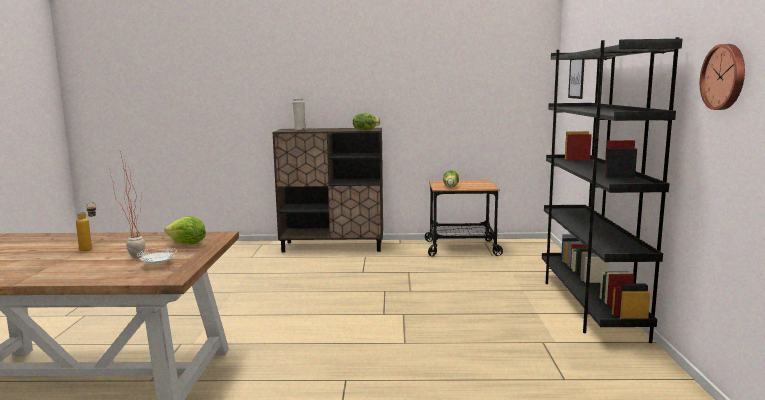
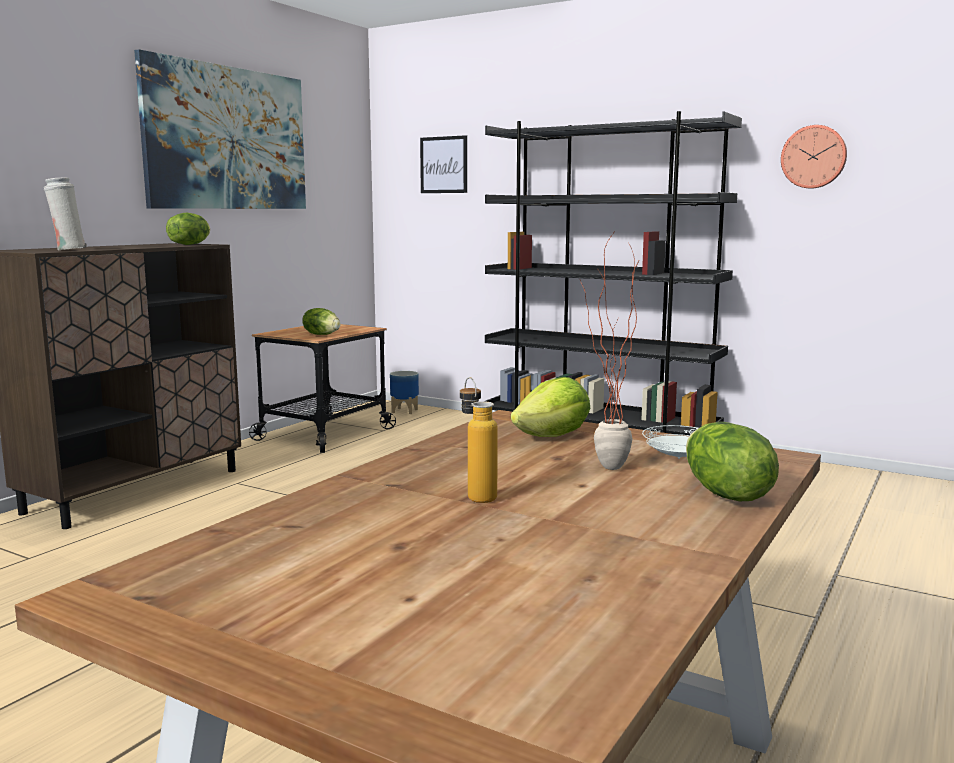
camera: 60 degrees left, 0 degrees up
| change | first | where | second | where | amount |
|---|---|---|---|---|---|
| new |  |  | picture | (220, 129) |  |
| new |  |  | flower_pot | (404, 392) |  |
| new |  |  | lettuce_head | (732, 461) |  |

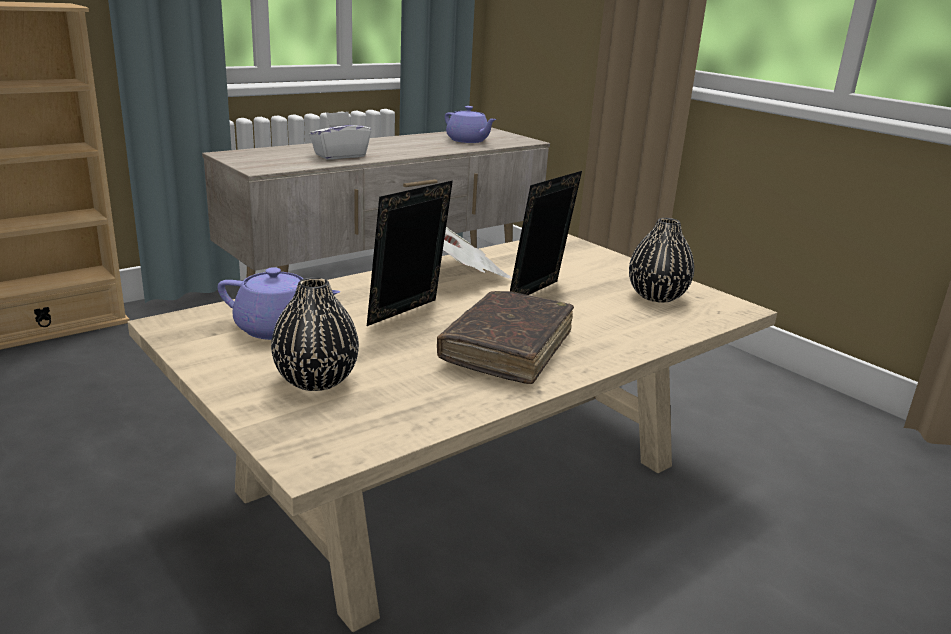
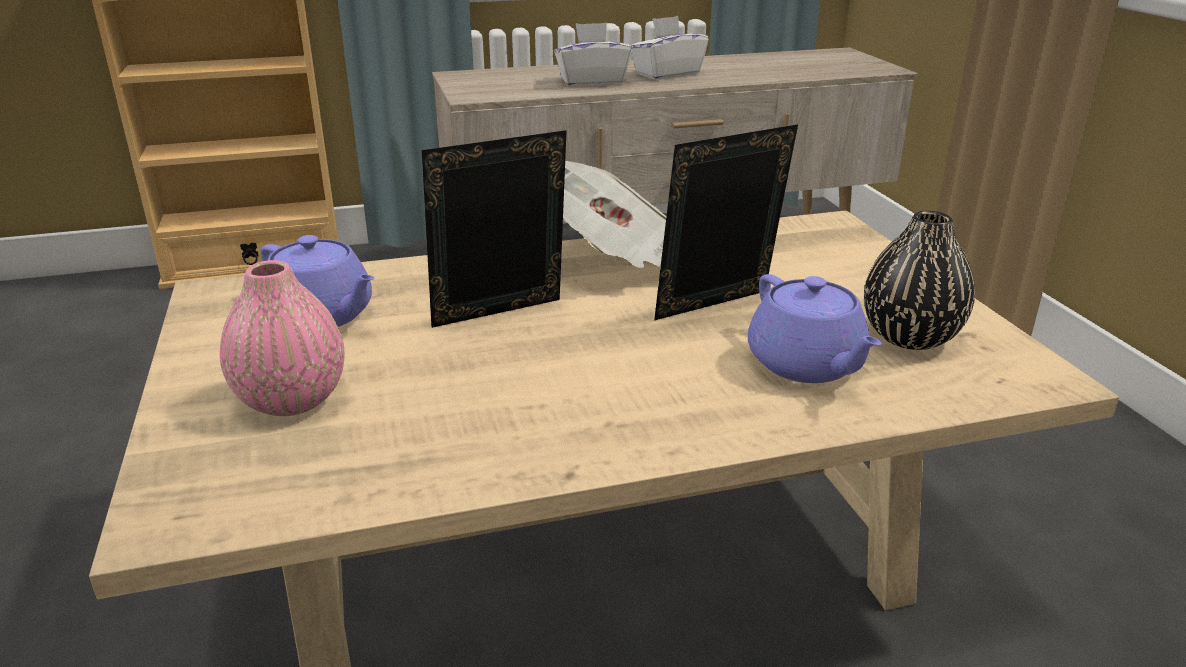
camera: 25 degrees right, 5 degrees up
| change | first | where | second | where | amount |
|---|---|---|---|---|---|
| repainted | blackish_flower_vase | (315, 334) | pink-coloured_flower_vase | (282, 338) |  |
| new |  |  | whitish_tissue_holder | (670, 48) |  |
| shifted | purplish_teapot | (471, 124) |  | (815, 328) |  |
| gone | brown-coloured_book | (505, 337) |  |  |  |

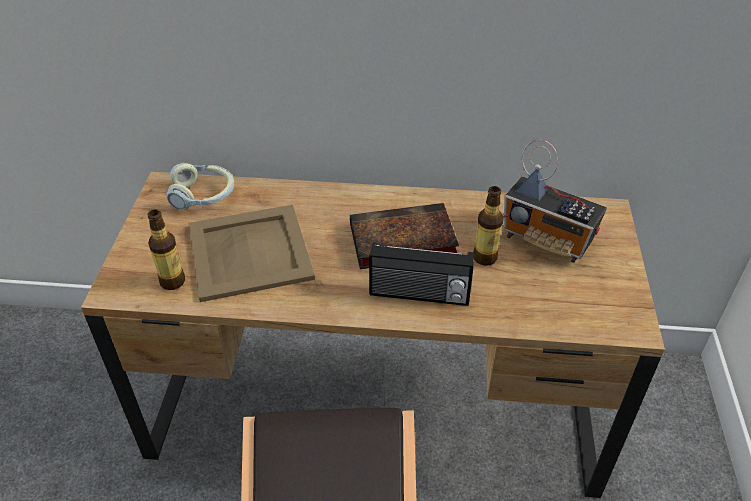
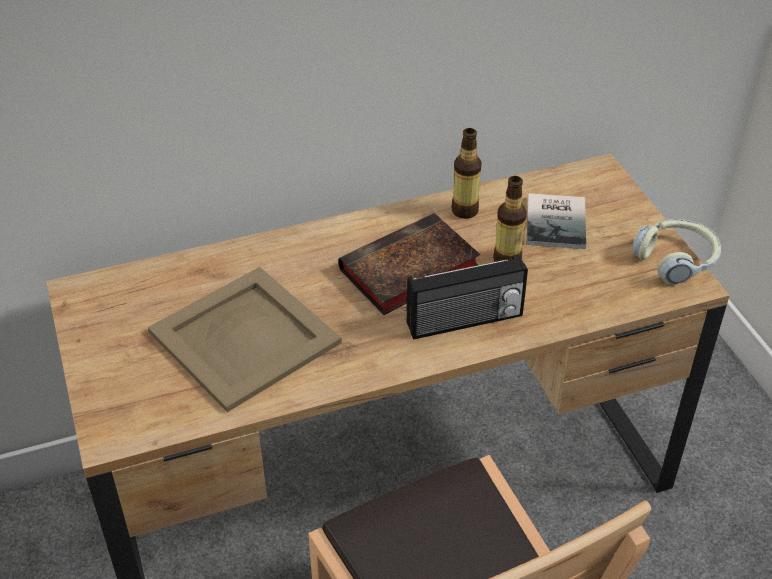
camera: 25 degrees left, 0 degrees up
| change | first | where | second | where | amount |
|---|---|---|---|---|---|
| shifted | drink_bottle | (166, 250) |  | (466, 173) |  |
| swapped | radio_set | (555, 201) | book | (556, 221) |  |
| shifted | pair_of_headphones | (200, 186) |  | (676, 251) |  |

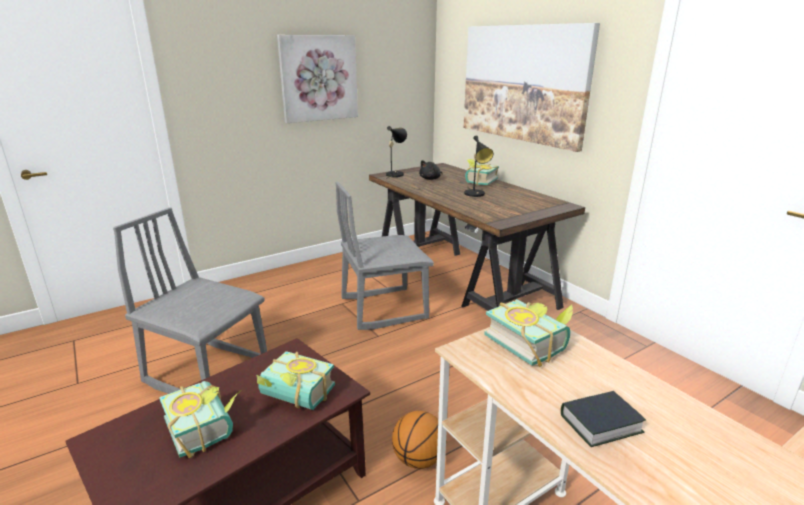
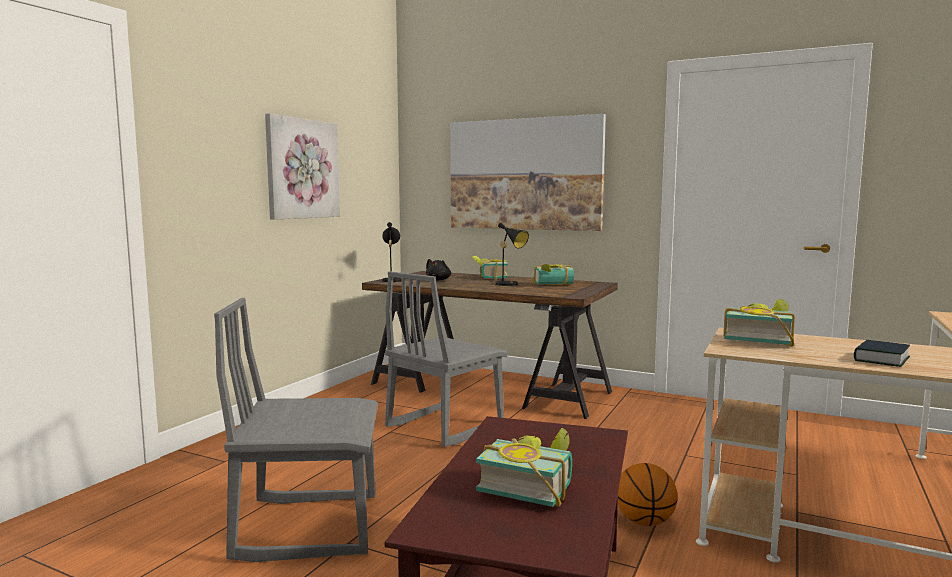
camera: 30 degrees left, 15 degrees down
| change | first | where | second | where | amount |
|---|---|---|---|---|---|
| shifted | book | (295, 380) |  | (553, 274) |  |

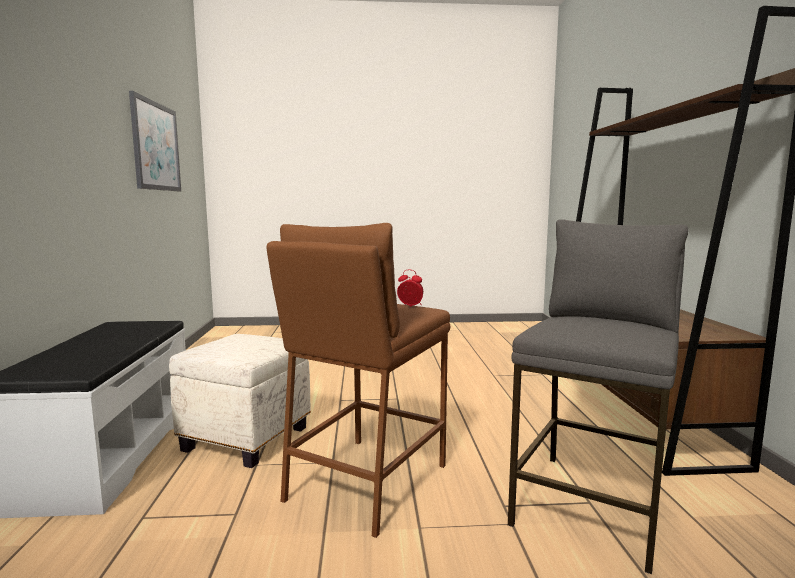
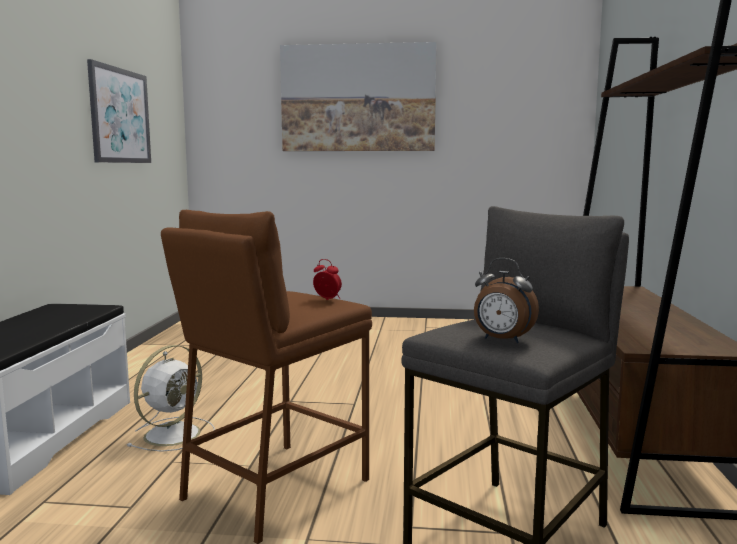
camera: 10 degrees right, 0 degrees up
| change | first | where | second | where | amount |
|---|---|---|---|---|---|
| swapped | whitish_footrest | (240, 401) | whitish_fan | (170, 398) |  |
| new |  |  | picture | (358, 96) |  |
| new |  |  | table_clock | (506, 300) |  |

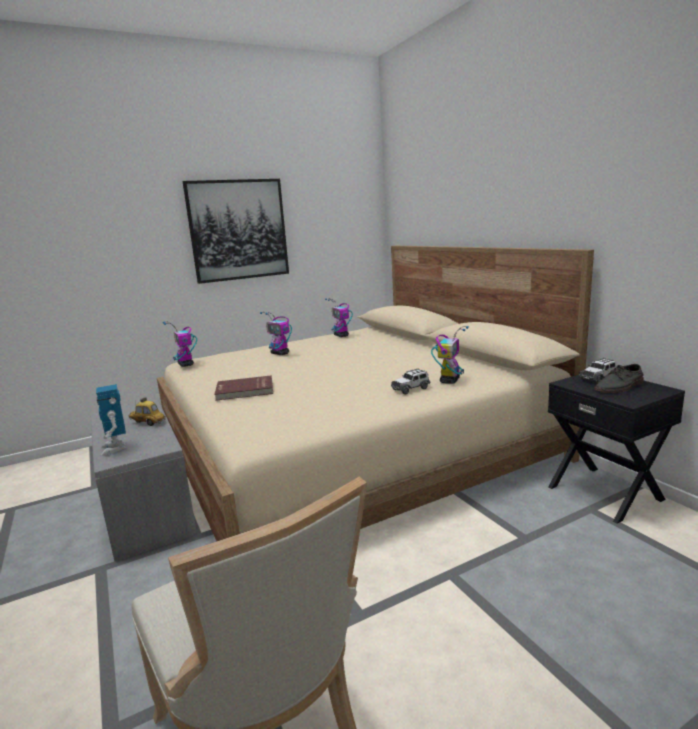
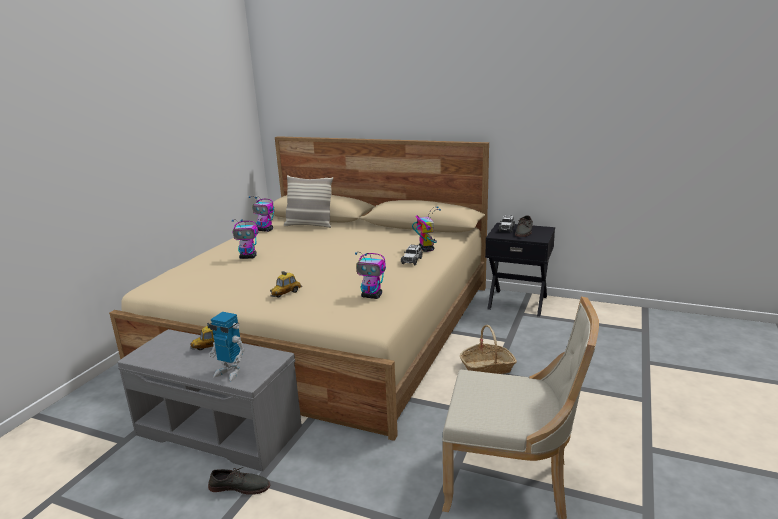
camera: 40 degrees left, 5 degrees up
| change | first | where | second | where | amount |
|---|---|---|---|---|---|
| new |  |  | greyish_low_shoe | (239, 481) |  |
| swapped | red-coloured_book | (243, 388) | model_car | (286, 284) |  |
| new |  |  | cushion | (308, 201) |  |
| shifted | robot_figure | (180, 344) |  | (370, 275) |  |
| new |  |  | storage_basket | (488, 349) |  |
| gone | picture | (236, 231) |  |  |  |

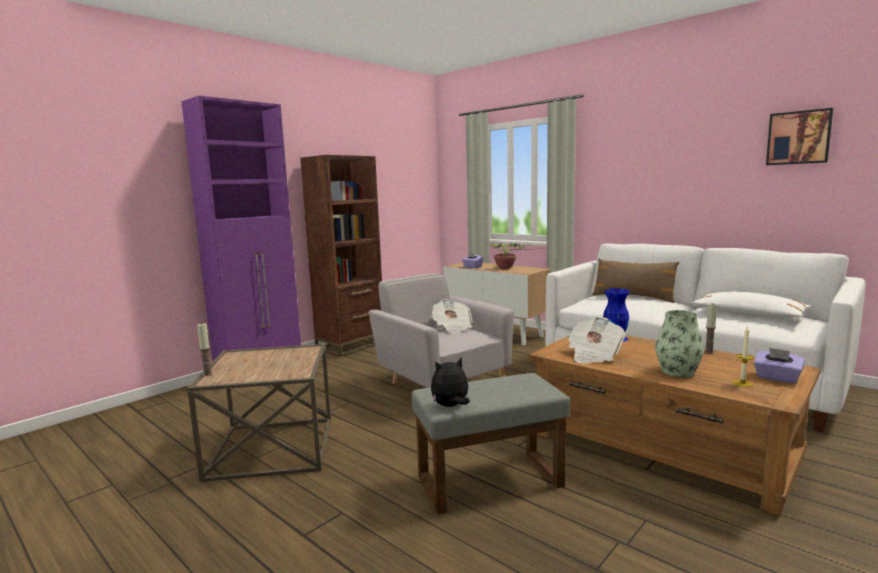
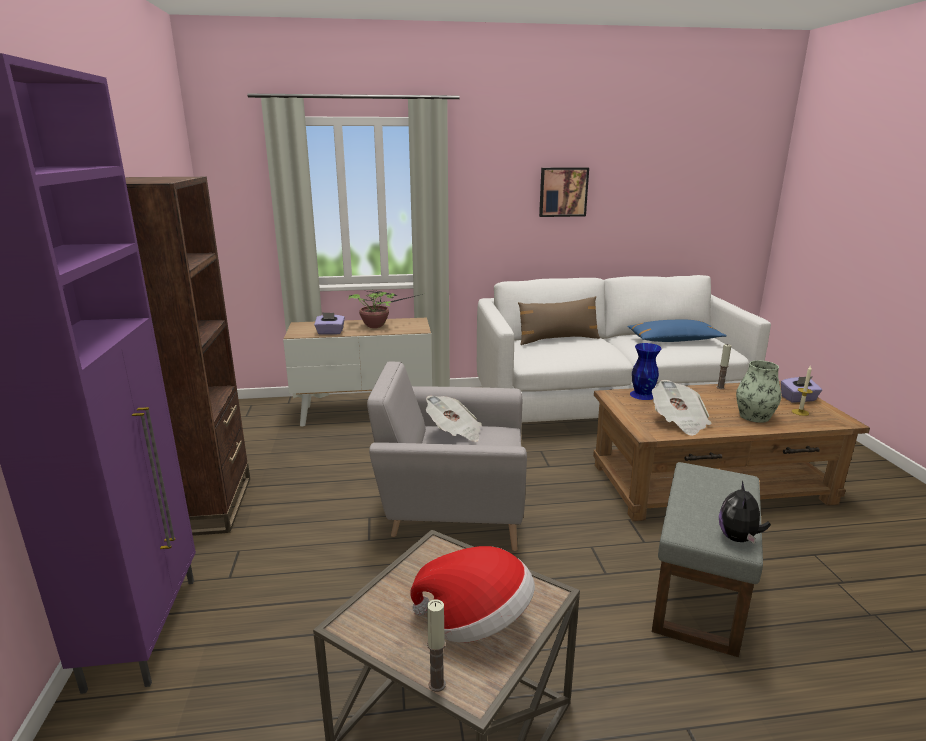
camera: 50 degrees left, 10 degrees up
| change | first | where | second | where | amount |
|---|---|---|---|---|---|
| new |  |  | wearable_hat | (472, 594) |  |
| shifted | picture | (799, 136) |  | (564, 192) |  |
| repainted | whitish_cushion | (751, 304) | blue-coloured_cushion | (677, 330) |  |

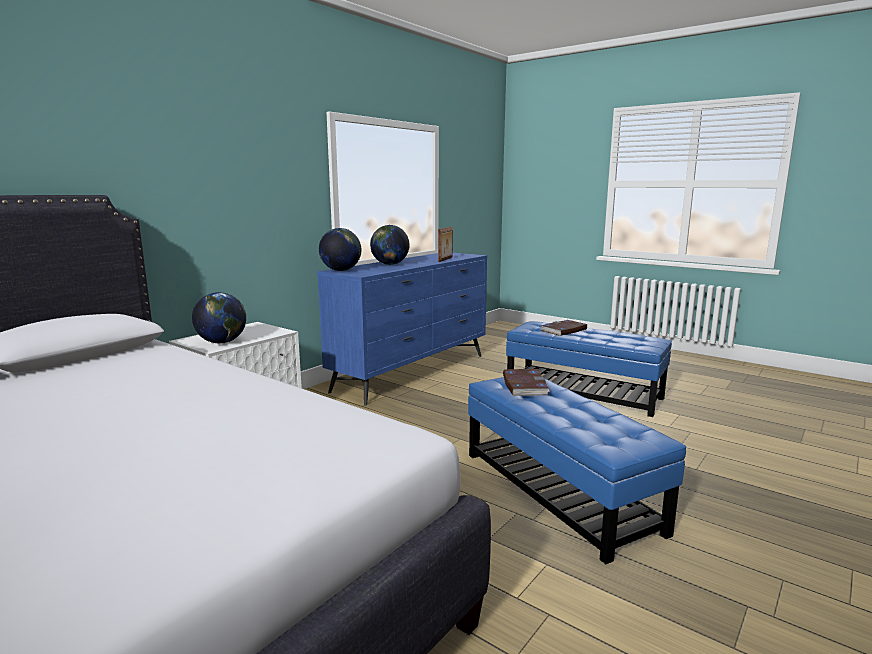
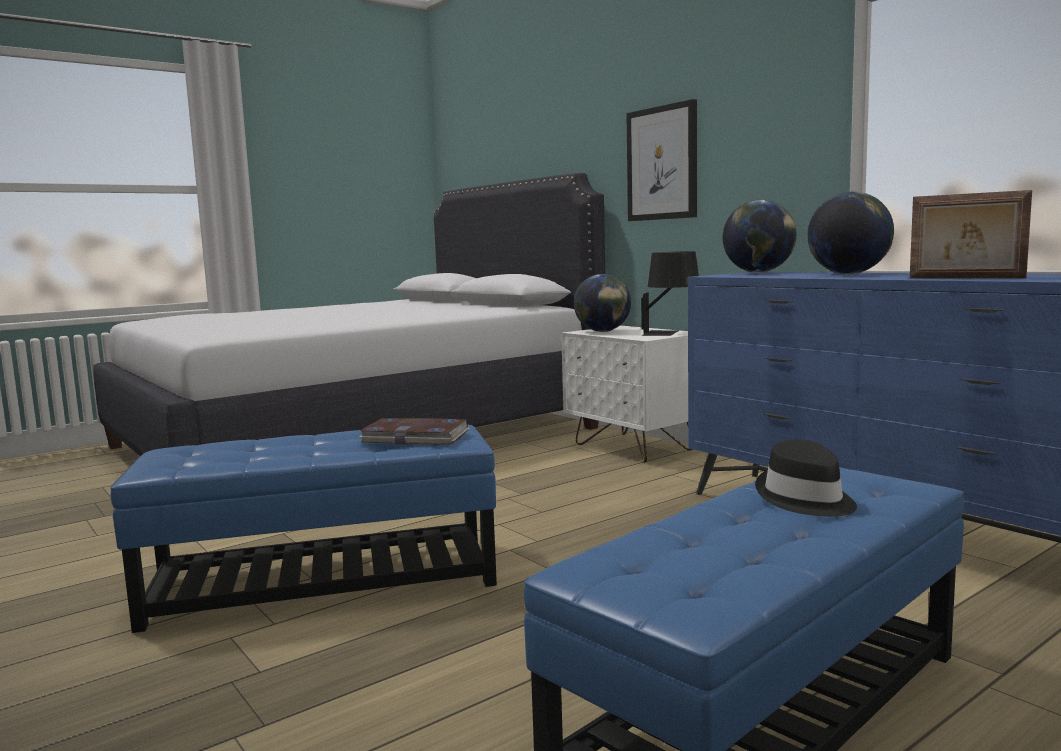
camera: 105 degrees right, 5 degrees down
| change | first | where | second | where | amount |
|---|---|---|---|---|---|
| new |  |  | picture | (661, 160) |  |
| new |  |  | blackish_table_lamp | (670, 293) |  |
| swapped | book | (564, 328) | blackish_wearable_hat | (806, 478) |  |

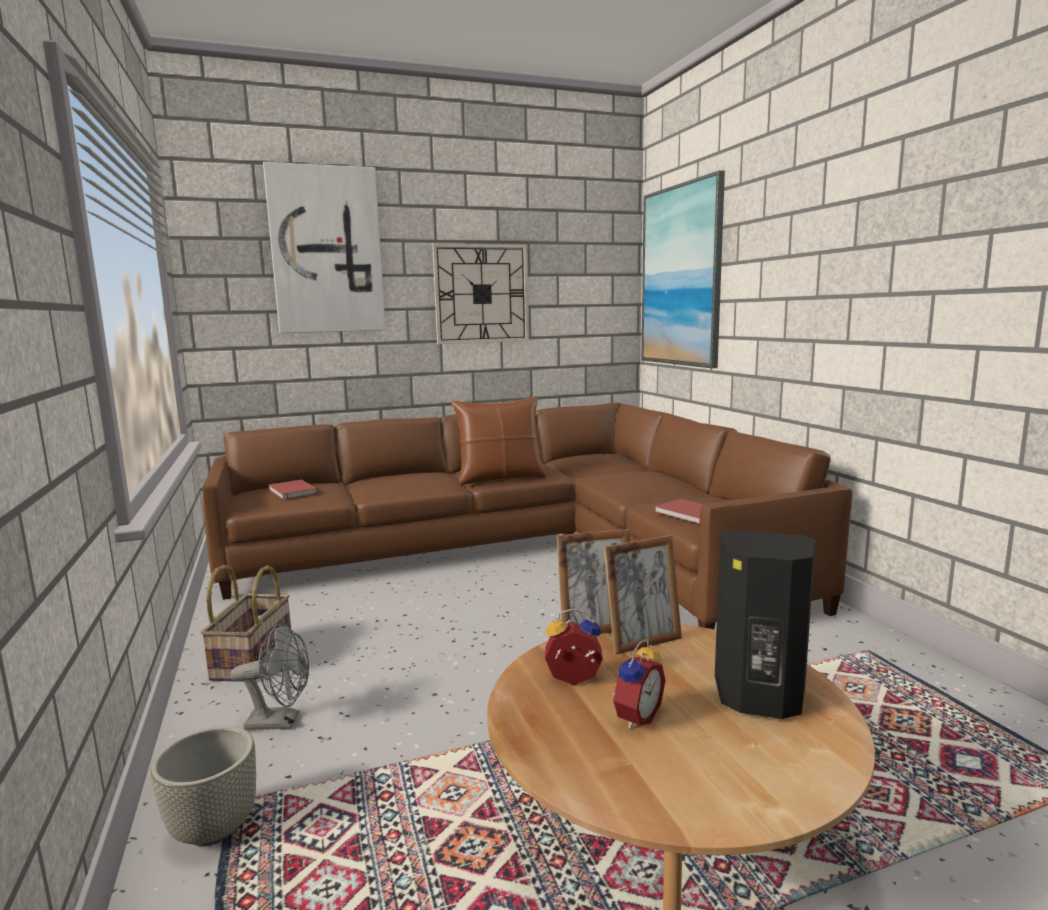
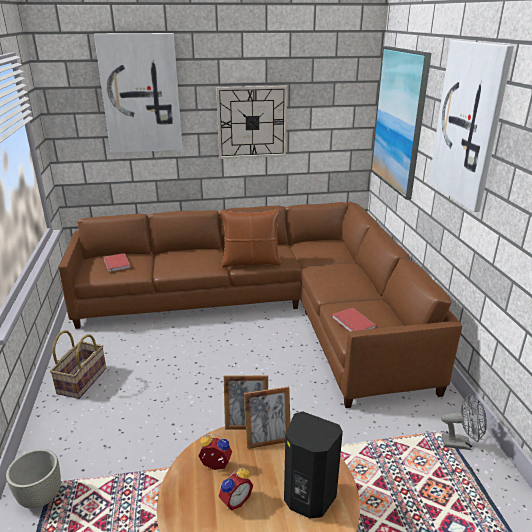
camera: 10 degrees right, 15 degrees up
| change | first | where | second | where | amount |
|---|---|---|---|---|---|
| new |  |  | picture | (471, 126) |  |
| shifted | greyish_fan | (270, 676) |  | (464, 422) |  |

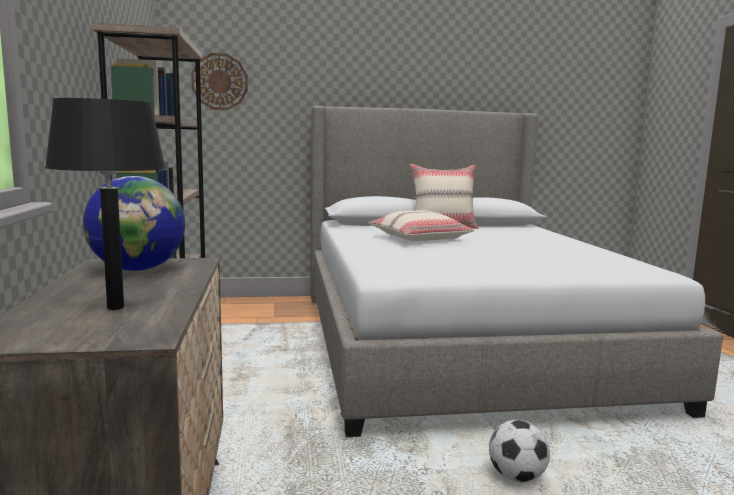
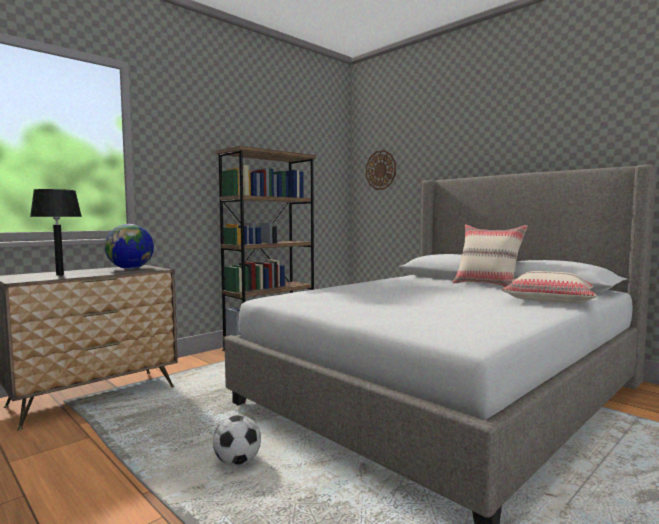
camera: 55 degrees right, 5 degrees down
| change | first | where | second | where | amount |
|---|---|---|---|---|---|
| shifted | sand-coloured_cushion | (421, 225) |  | (549, 287) |  |

